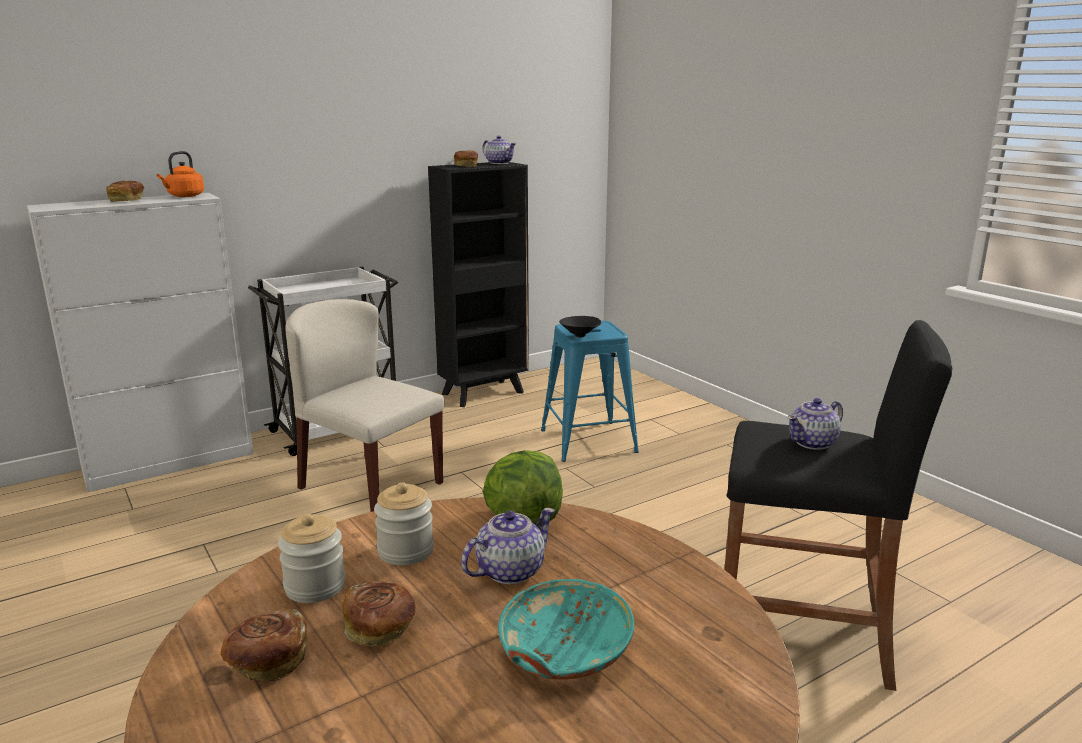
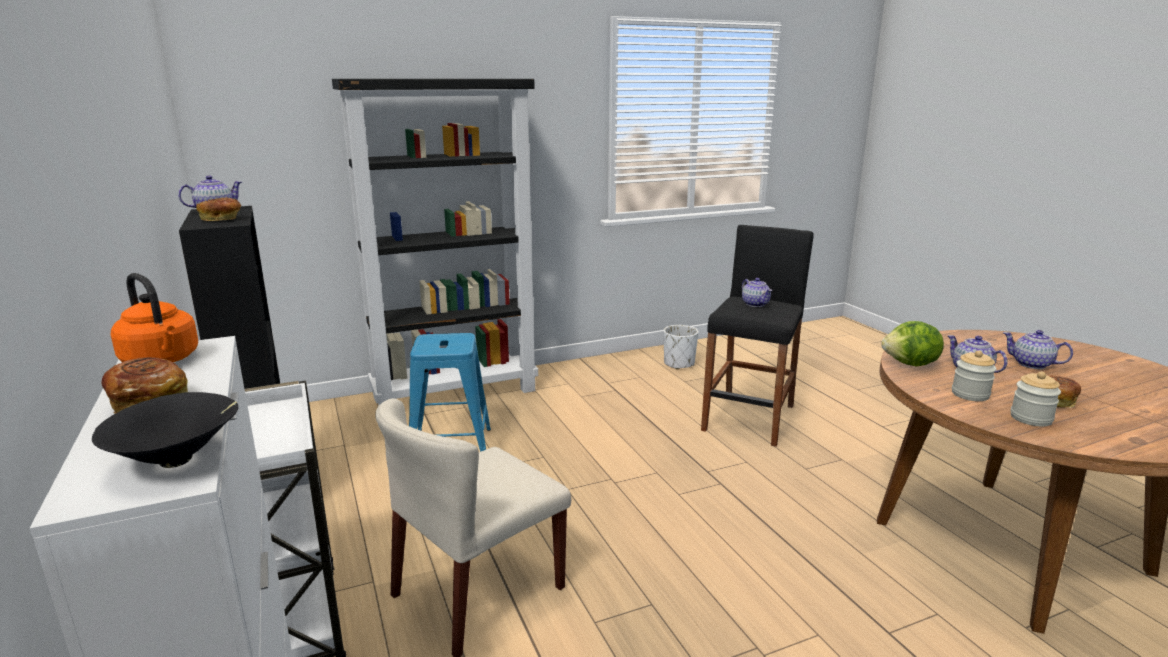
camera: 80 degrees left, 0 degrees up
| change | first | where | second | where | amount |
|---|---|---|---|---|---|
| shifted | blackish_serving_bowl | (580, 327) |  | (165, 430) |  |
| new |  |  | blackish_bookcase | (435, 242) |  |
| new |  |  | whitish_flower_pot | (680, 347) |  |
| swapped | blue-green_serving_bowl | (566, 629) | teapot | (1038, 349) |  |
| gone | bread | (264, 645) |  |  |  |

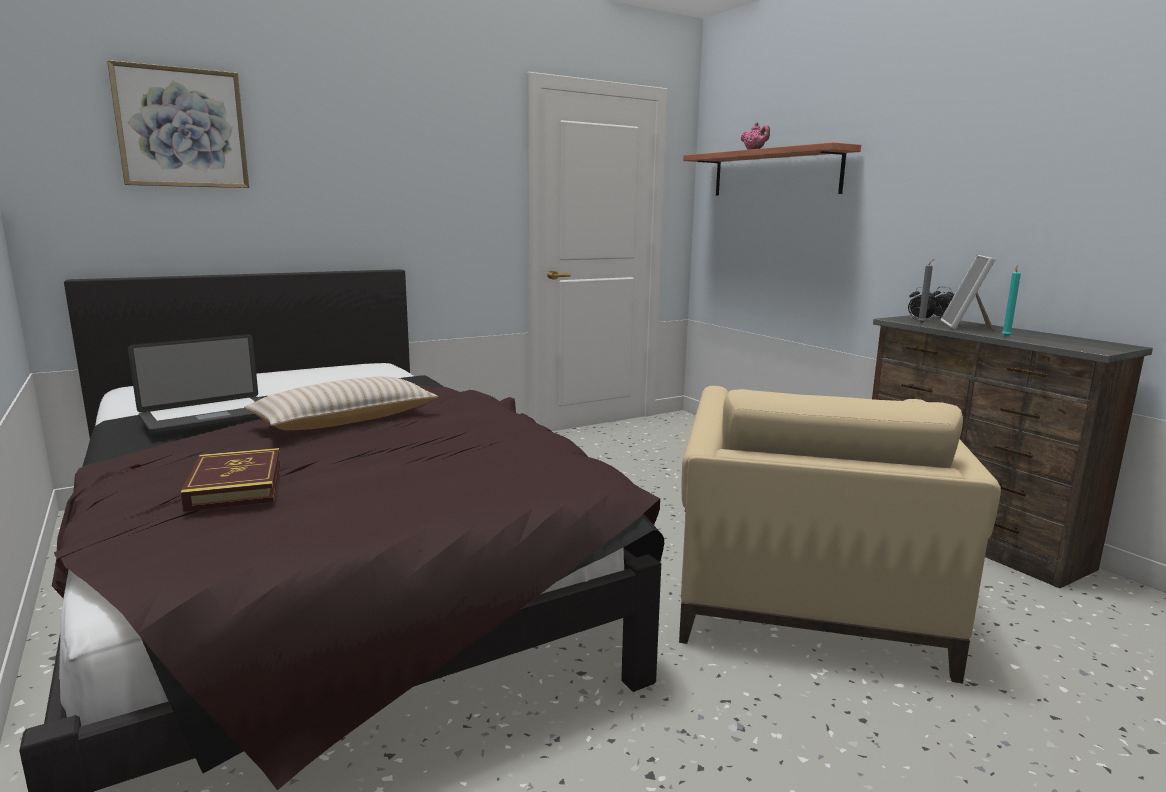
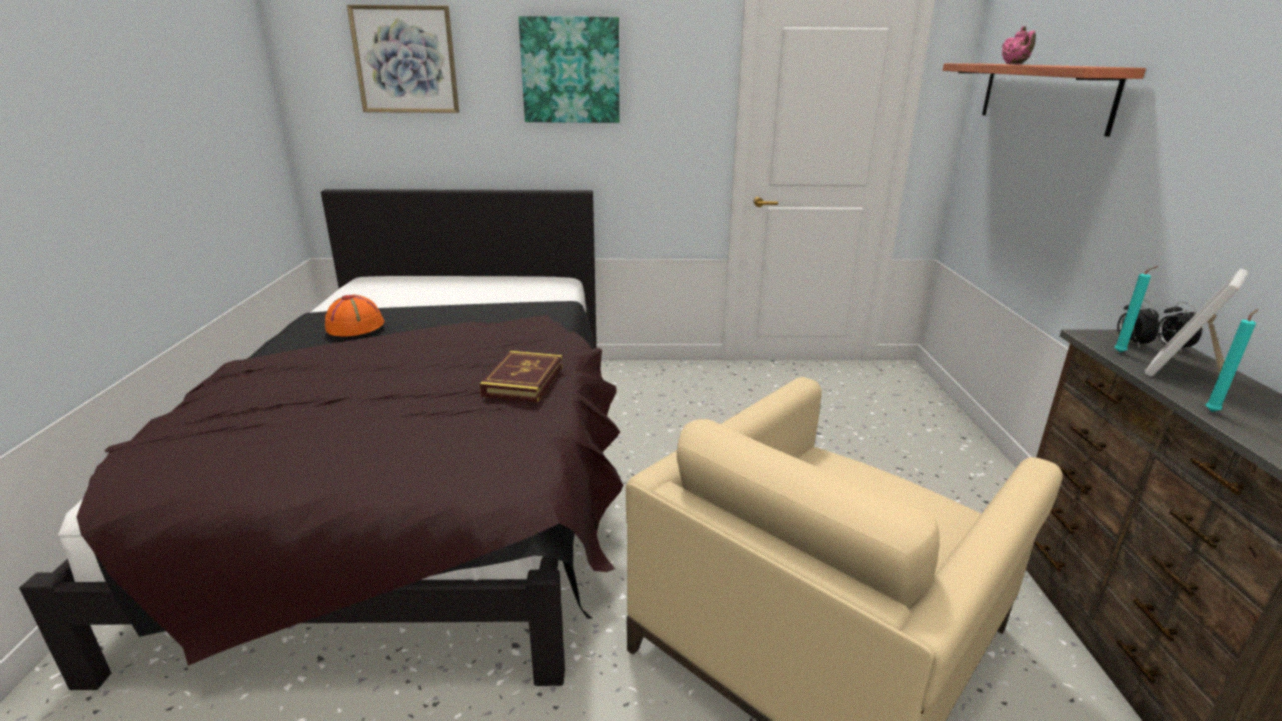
camera: 30 degrees right, 10 degrees up
| change | first | where | second | where | amount |
|---|---|---|---|---|---|
| swapped | portable_computer | (194, 384) | orange-coloured_wearable_hat | (354, 316) |  |
| shifted | book | (231, 480) |  | (521, 377) |  |
| new |  |  | picture | (569, 69) |  |
| repainted | greyish_wax_light | (926, 291) | blue-green_wax_light | (1136, 309) |  |
| gone | sand-coloured_cushion | (341, 403) |  |  |  |

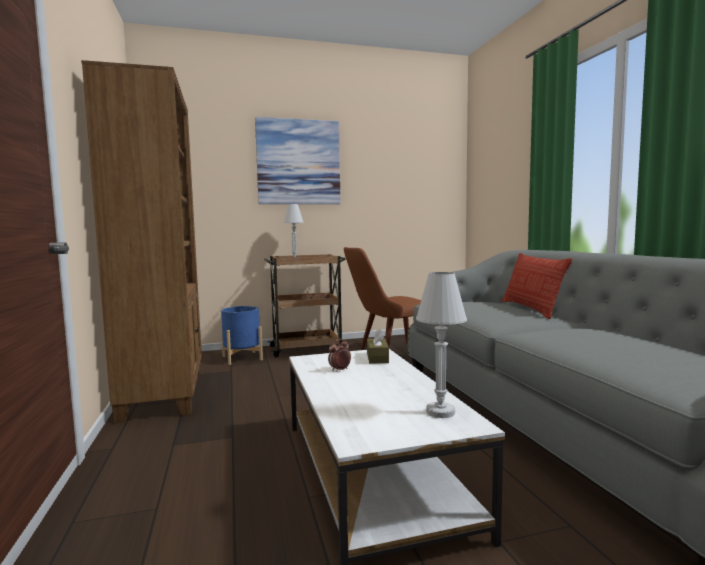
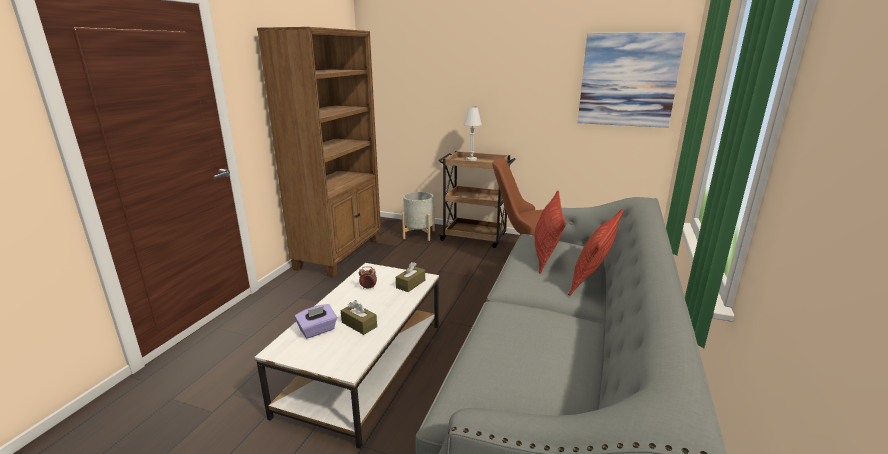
camera: 35 degrees right, 15 degrees up
| change | first | where | second | where | amount |
|---|---|---|---|---|---|
| new |  |  | purplish_tissue_holder | (316, 321) |  |
| new |  |  | brown-coloured_tissue_holder | (359, 317) |  |
| repainted | blue-coloured_flower_pot | (242, 335) | greyish_flower_pot | (418, 216) |  |
| new |  |  | cushion | (550, 232) |  |
| shifted | picture | (298, 160) |  | (632, 80) |  |
| gone | whitish_table_lamp | (441, 345) |  |  |  |

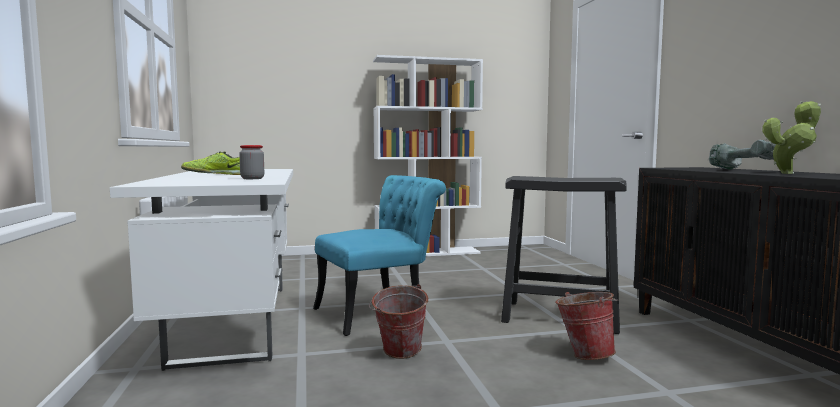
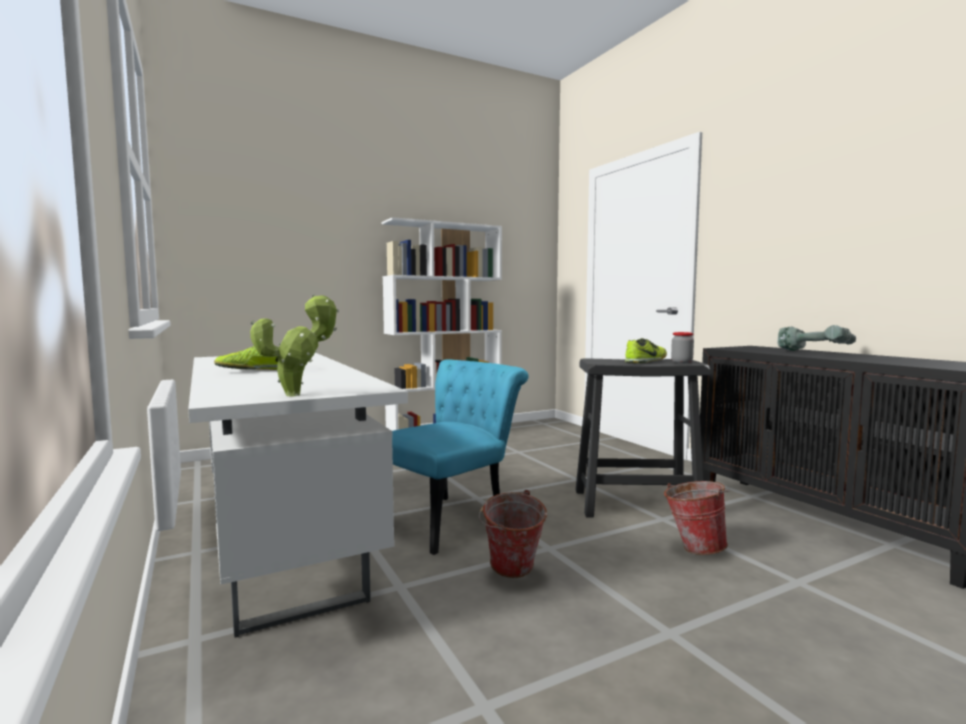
camera: 15 degrees left, 0 degrees up
| change | first | where | second | where | amount |
|---|---|---|---|---|---|
| shifted | potted_plant | (791, 137) |  | (294, 345) |  |
| new |  |  | low_shoe | (646, 350) |  |
| shifted | jar | (251, 162) |  | (682, 347) |  |

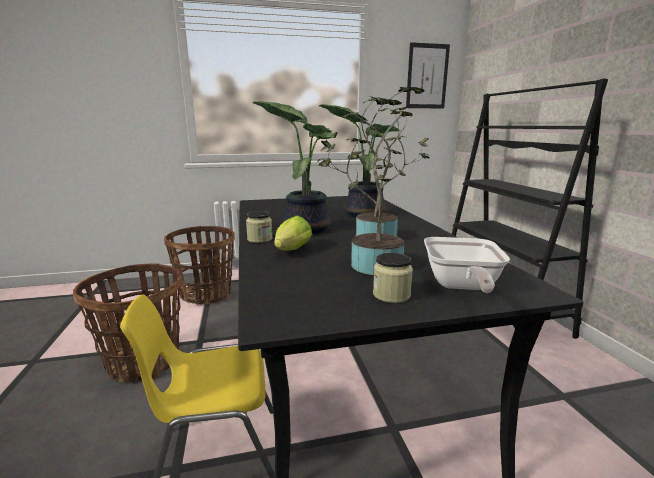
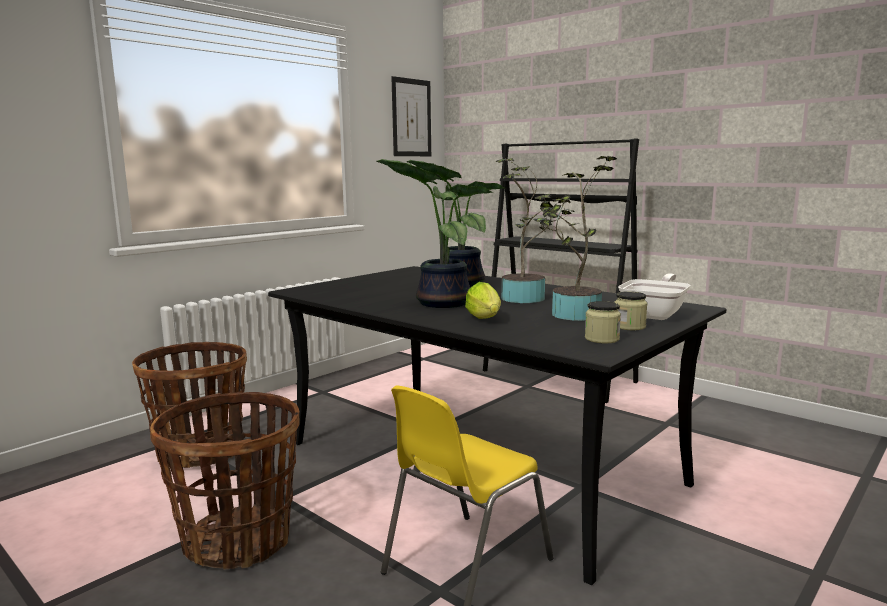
camera: 35 degrees left, 5 degrees down
| change | first | where | second | where | amount |
|---|---|---|---|---|---|
| shifted | jar | (259, 227) |  | (603, 322) |  |
| rotated | frying_pan | (467, 265) |  | (654, 296) | 120 degrees counterclockwise |

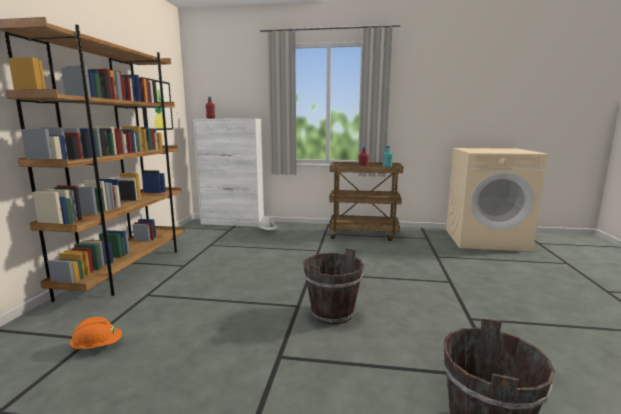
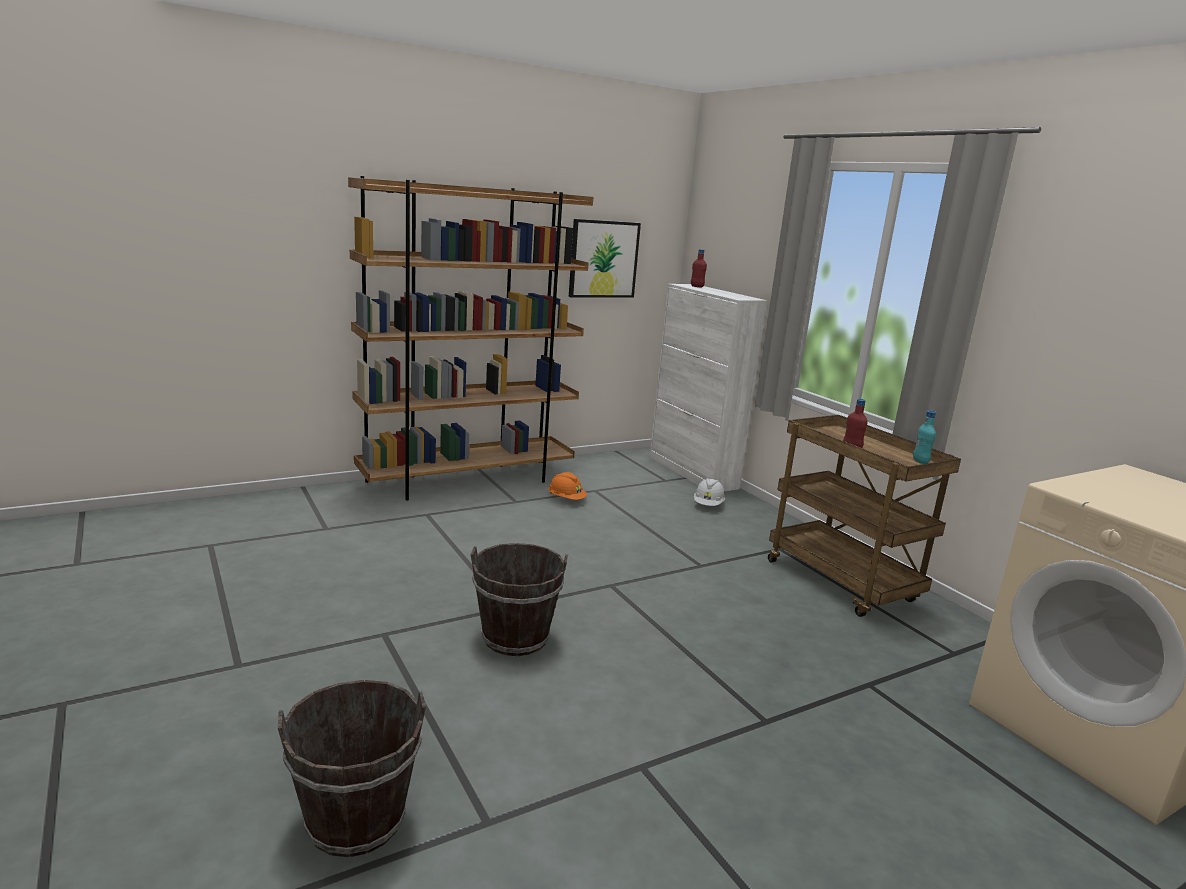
camera: 50 degrees right, 5 degrees up
| change | first | where | second | where | amount |
|---|---|---|---|---|---|
| shifted | orange-coloured_safety_helmet | (95, 334) |  | (567, 486) |  |

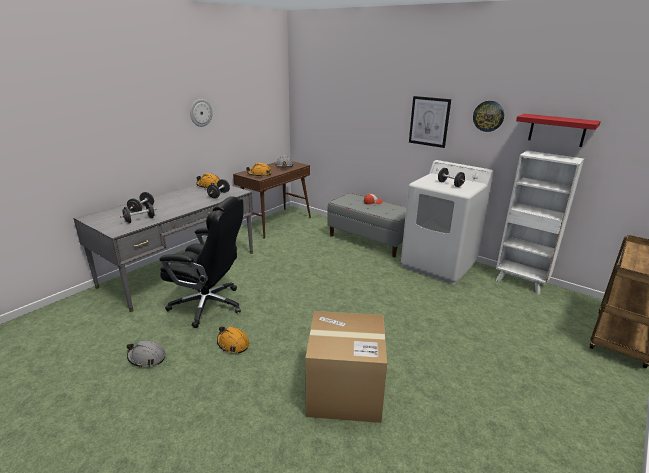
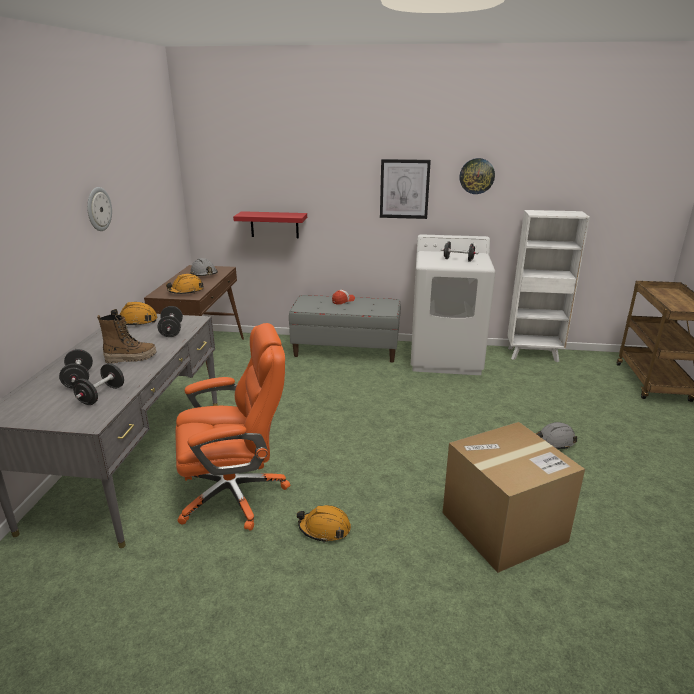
camera: 30 degrees left, 0 degrees up
| change | first | where | second | where | amount |
|---|---|---|---|---|---|
| new |  |  | high-top_boot | (126, 338) |  |
| repainted | blackish_desk_chair | (201, 262) | orange-coloured_desk_chair | (232, 427) |  |
| shifted | red-coloured_shelf | (558, 130) |  | (270, 224) |  |
| shifted | greyish_safety_helmet | (146, 354) |  | (556, 436) |  |

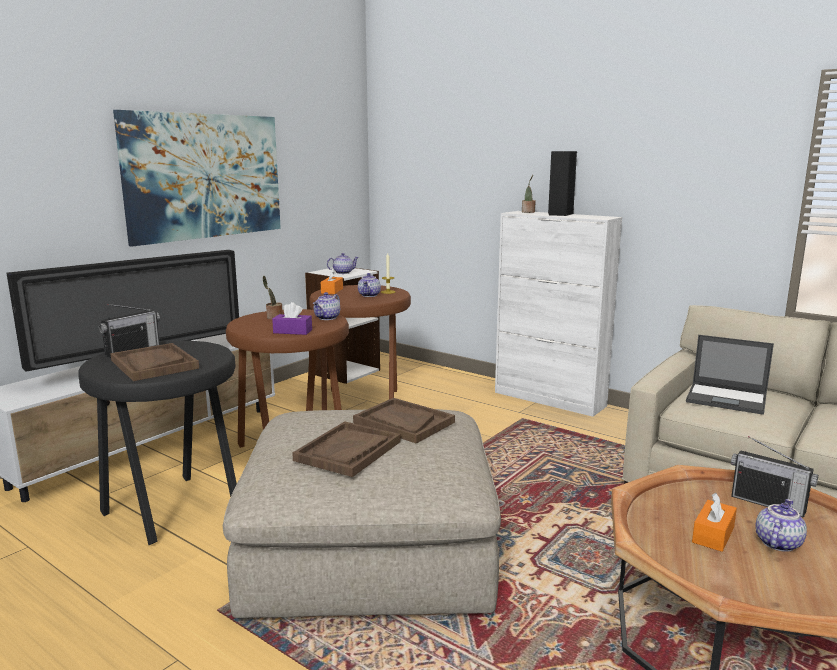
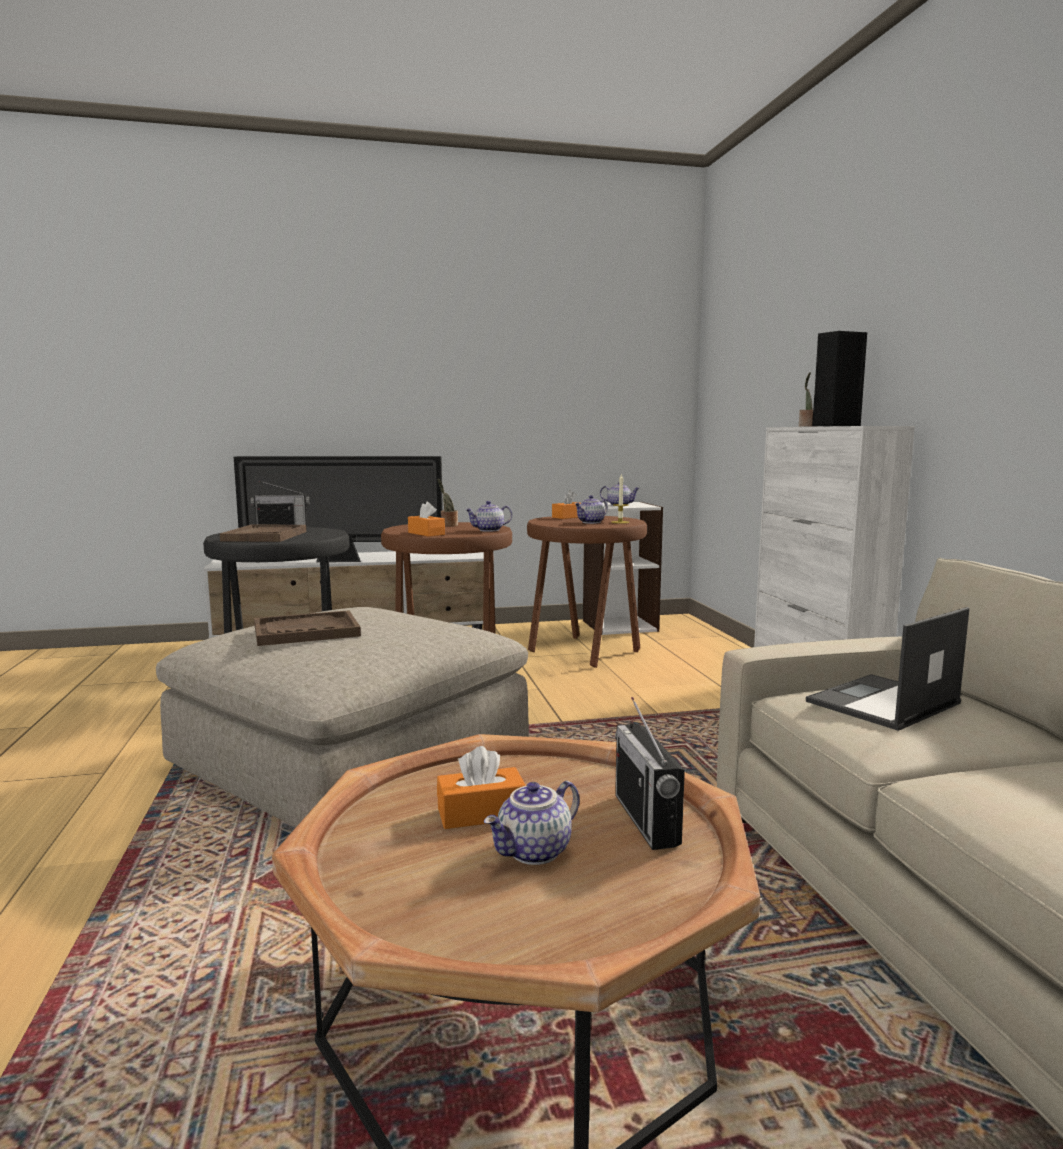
camera: 40 degrees right, 5 degrees down
| change | first | where | second | where | amount |
|---|---|---|---|---|---|
| repainted | purplish_tissue_holder | (292, 318) | orange-coloured_tissue_holder | (426, 519) |  |
| rotated | teapot | (781, 525) |  | (531, 823) | 150 degrees clockwise |
| rotated | portable_computer | (730, 375) |  | (888, 669) | 75 degrees clockwise |
| gone | picture | (197, 178) |  |  |  |
| gone | brown-coloured_carrying_tray | (404, 421) |  |  |  |

